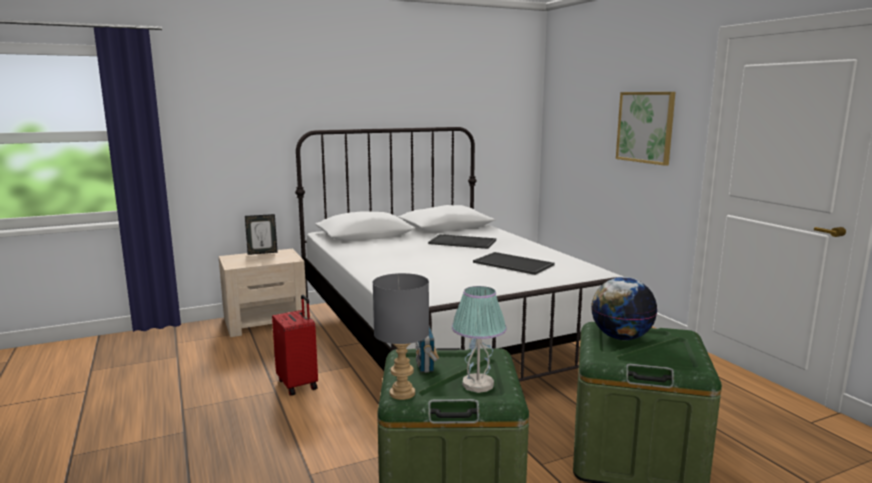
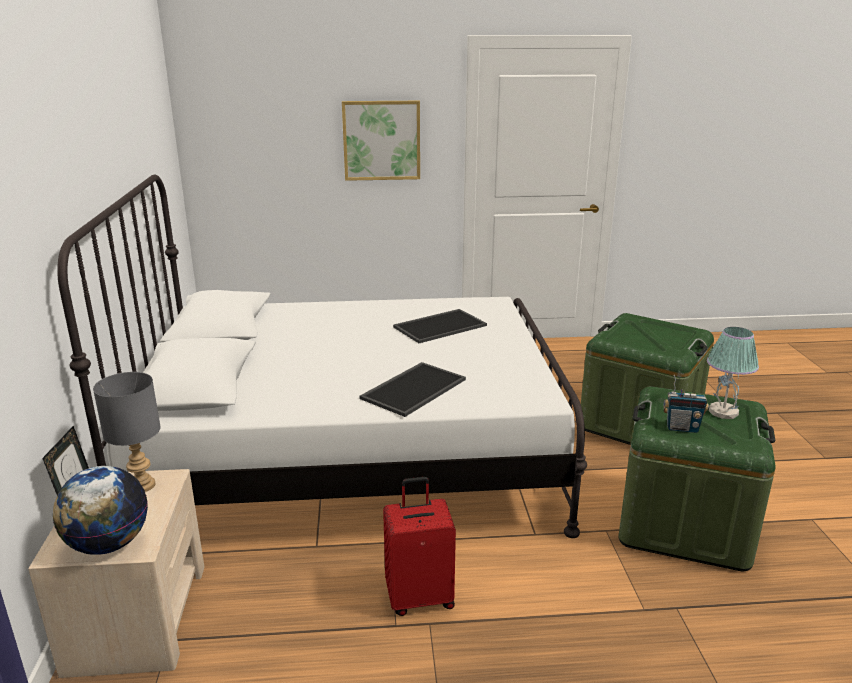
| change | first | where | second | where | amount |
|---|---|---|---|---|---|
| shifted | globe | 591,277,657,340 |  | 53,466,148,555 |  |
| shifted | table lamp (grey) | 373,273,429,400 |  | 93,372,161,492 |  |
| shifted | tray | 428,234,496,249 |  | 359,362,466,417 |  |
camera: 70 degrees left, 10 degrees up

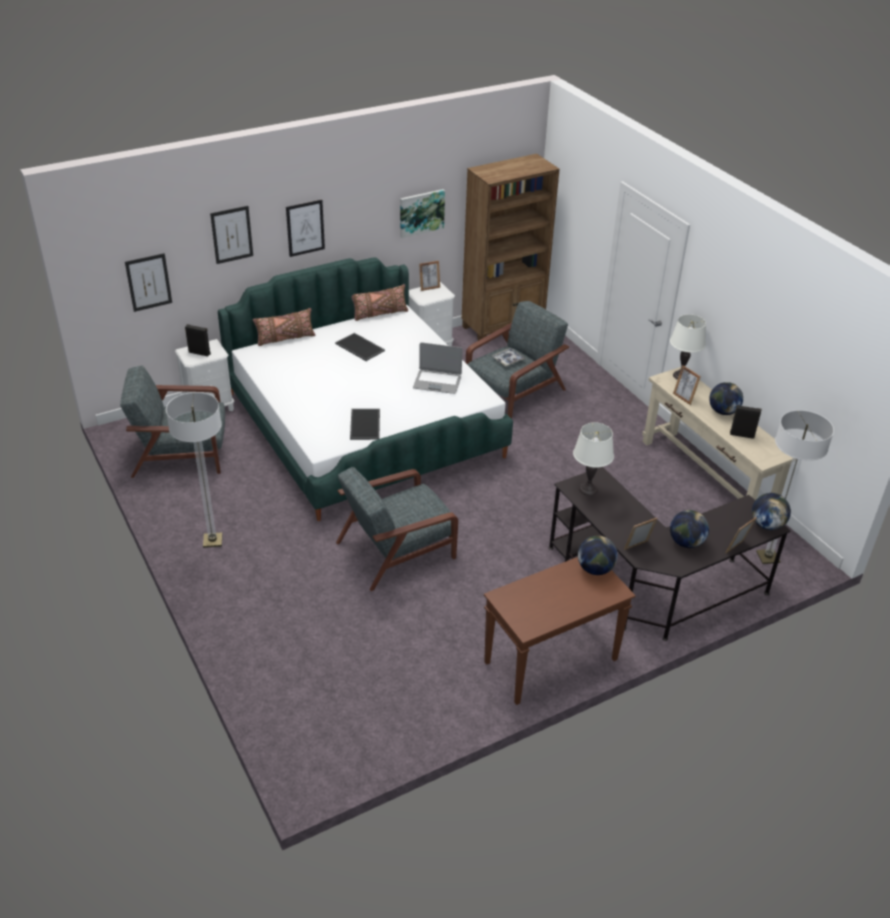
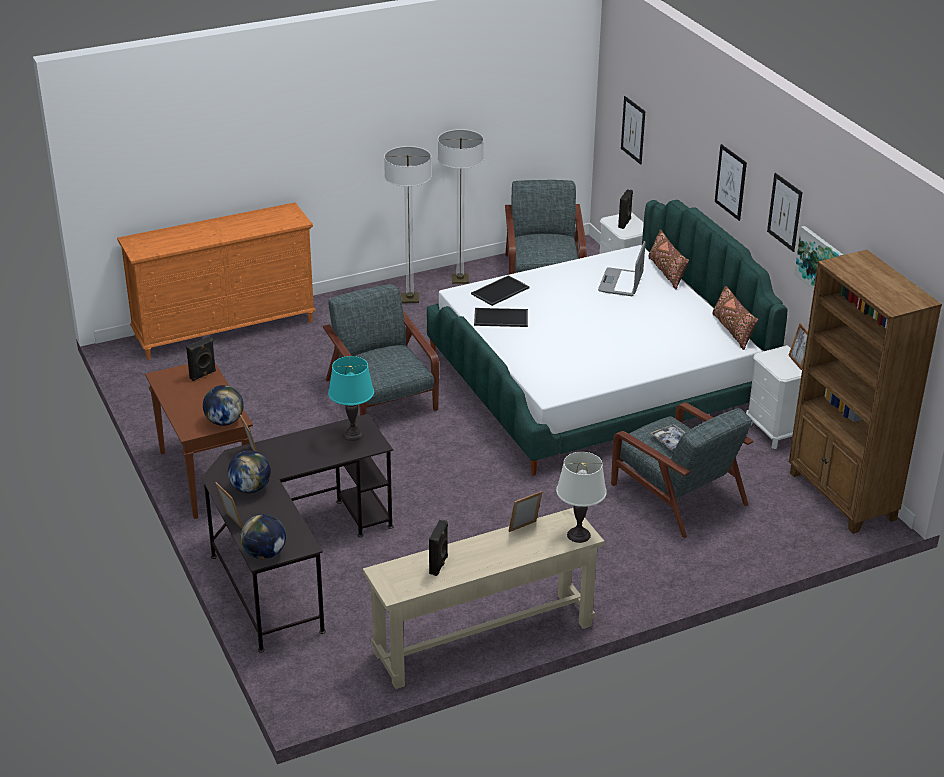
| change | first | where | second | where | amount |
|---|---|---|---|---|---|
| new |  |  | dresser (orange) | 117,202,316,360 |  |
| new |  |  | speaker (black) | 186,337,216,381 |  |
| repainted | table lamp (white) | 573,422,614,496 | table lamp (turquoise) | 328,356,374,441 |  |
| shifted | floor lamp | 756,410,834,564 |  | 438,129,484,284 |  |
| shifted | tray | 335,333,385,361 |  | 471,275,530,306 |  |
| shifted | laptop | 413,342,463,394 |  | 598,241,646,296 |  |
| shifted | picture | 210,206,253,264 |  | 767,173,802,252 |  |
| gone | globe | 709,382,743,415 |  |  |  |
camera: 95 degrees right, 5 degrees down

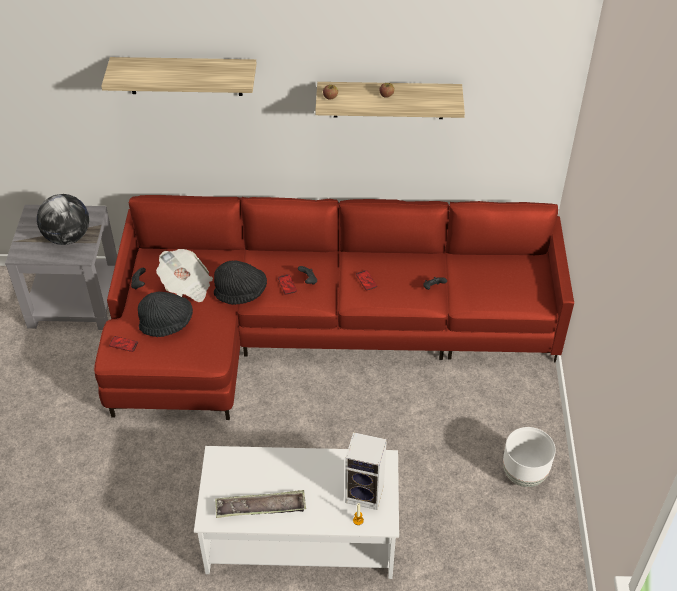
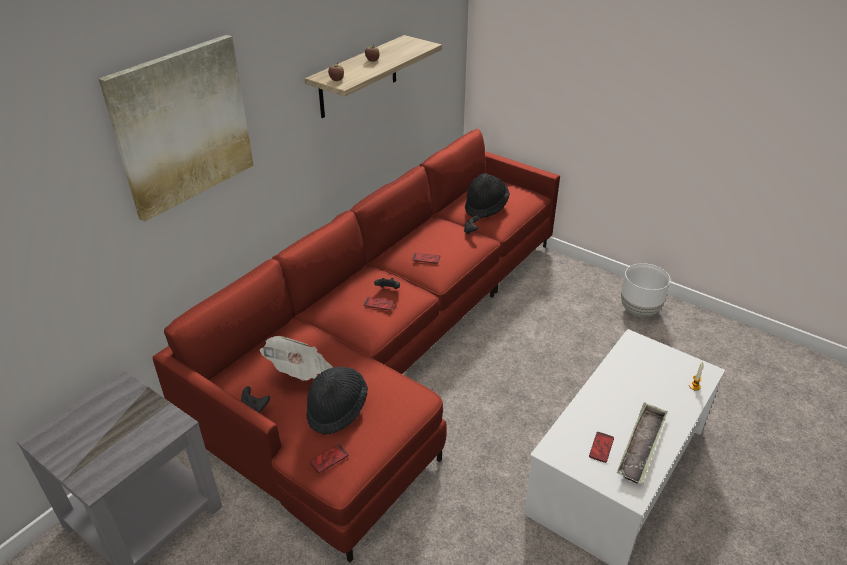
| change | first | where | second | where | amount |
|---|---|---|---|---|---|
| swapped | shelf | 101,57,257,96 | picture | 99,35,254,222 |  |
| shifted | hat (black) | 214,260,267,305 |  | 465,173,510,218 |  |
| new |  |  | phone | 589,432,614,463 |  |
| gone | globe | 37,194,89,245 |  |  |  |
| gone | speaker | 345,432,387,510 |  |  |  |
camera: 55 degrees left, 10 degrees down

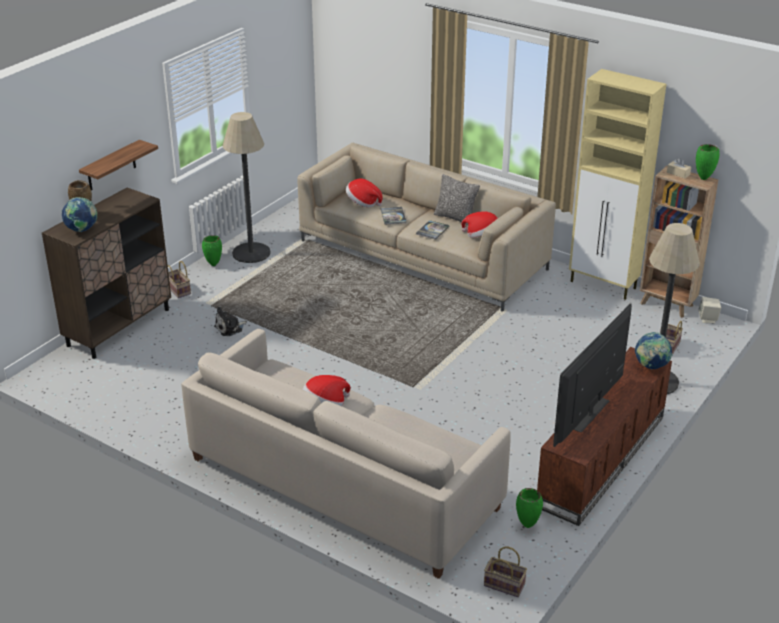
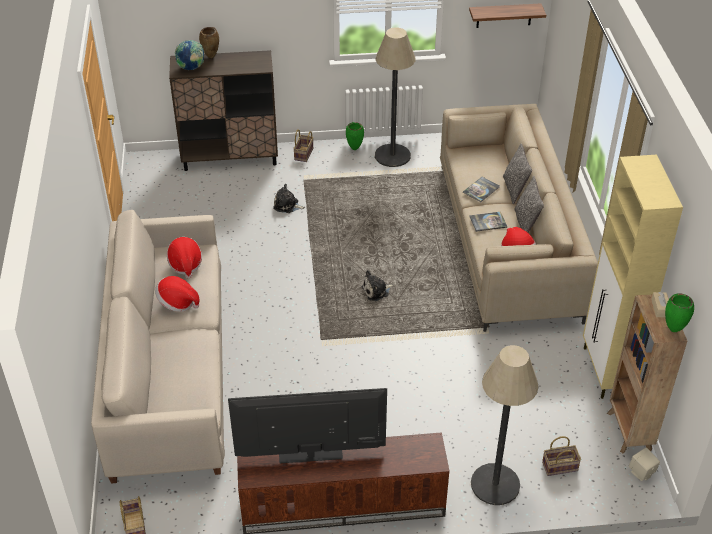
| change | first | where | second | where | amount |
|---|---|---|---|---|---|
| shifted | hat | 346,179,382,208 |  | 167,237,202,279 |  |
| new |  |  | plush toy | 362,270,393,301 |  |
| shifted | shelf | 79,140,158,191 |  | 469,3,546,28 |  |
| new |  |  | pillow | 503,143,532,204 |  |
| gone | vase (green) | 516,488,543,528 |  |  |  |
| gone | globe | 635,332,673,369 |  |  |  |
camera: 50 degrees right, 10 degrees up

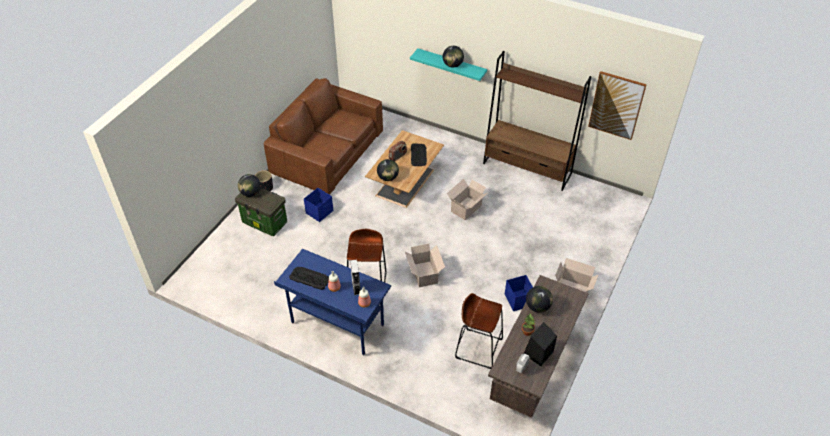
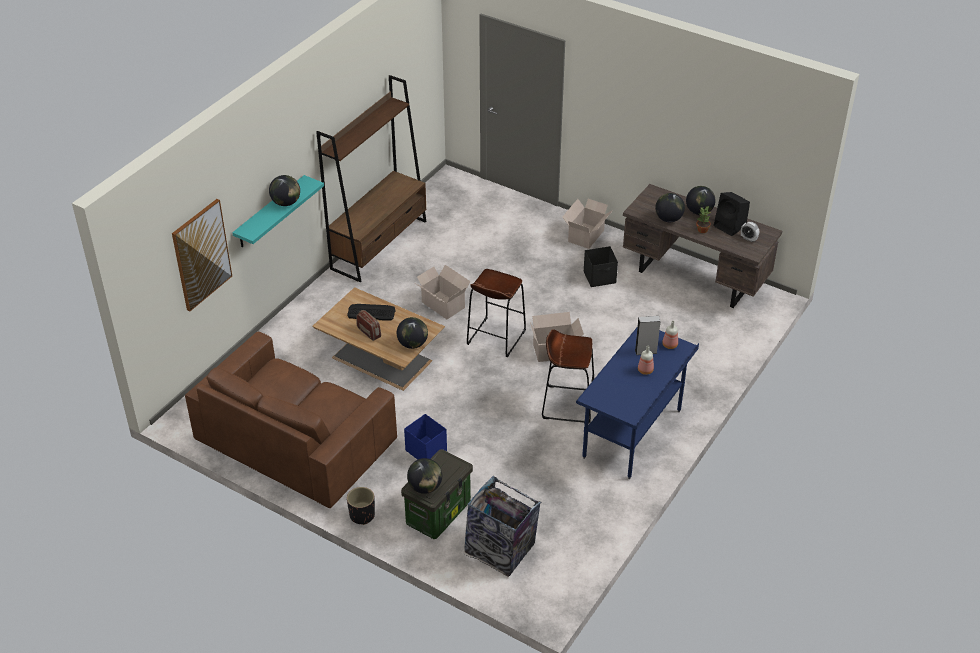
| change | first | where | second | where | amount |
|---|---|---|---|---|---|
| shifted | picture | 588,71,647,140 |  | 172,199,232,312 |  |
| new |  |  | trash can | 463,476,541,577 |  |
| shifted | stool (brown) | 455,293,503,369 |  | 467,269,526,357 |  |
| repainted | storage box (blue) | 505,275,533,311 | storage box (black) | 584,246,618,287 |  |
| new |  |  | globe | 686,186,715,215 |  |
| gone | keyboard | 289,267,329,290 |  |  |  |
camera: 85 degrees left, 5 degrees down

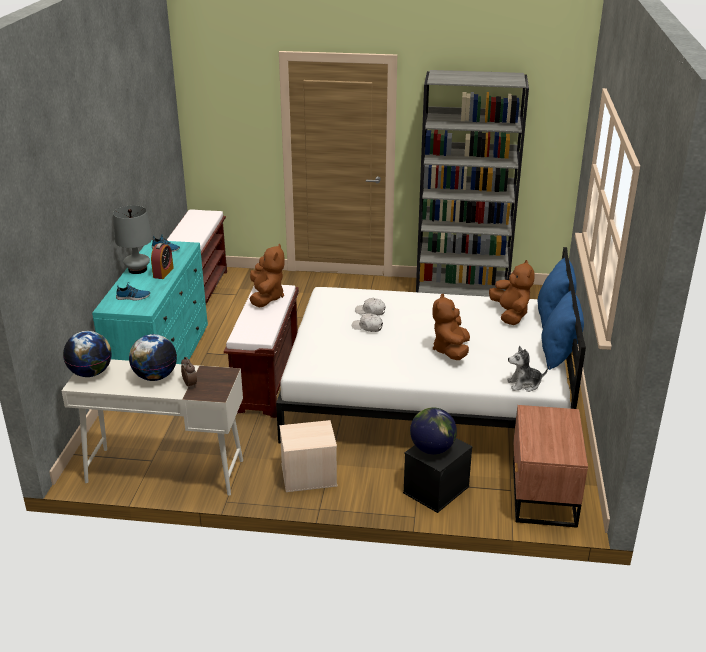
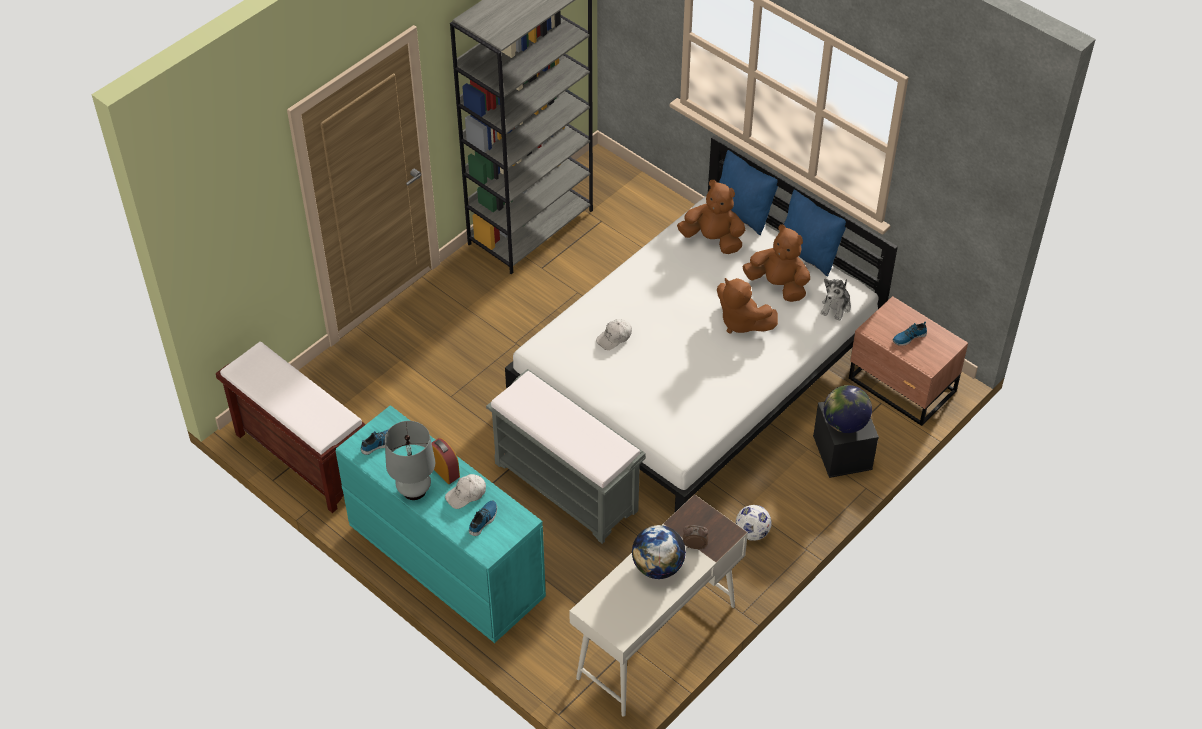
| change | first | where | second | where | amount |
|---|---|---|---|---|---|
| shifted | cap (white) | 352,313,383,332 |  | 445,474,486,509 |  |
| repainted | bench (brown) | 224,285,299,418 | bench (grey) | 486,369,646,544 |  |
| swapped | storage box (beige) | 280,420,337,492 | football | 736,505,772,541 |  |
| shifted | plush toy (brown) | 250,244,284,308 |  | 742,224,810,302 |  |
| new |  |  | shoe | 893,322,927,346 |  |
| gone | globe | 63,331,112,377 |  |  |  |
camera: 55 degrees left, 20 degrees up

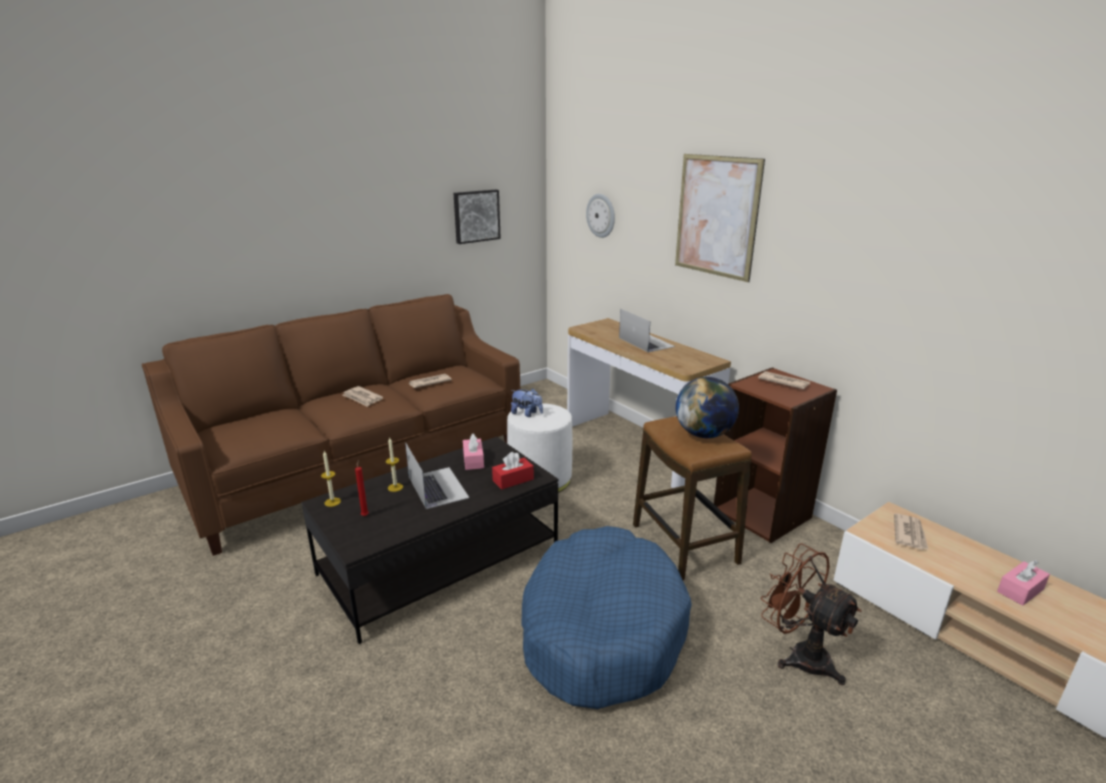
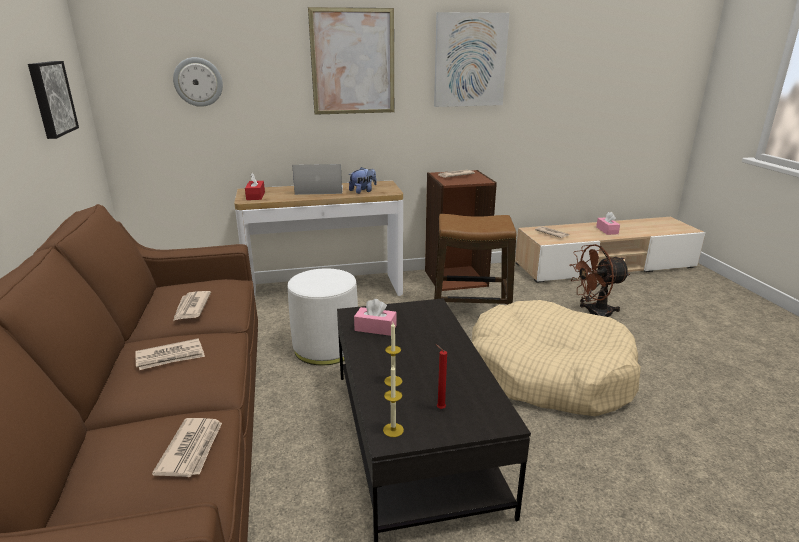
| change | first | where | second | where | amount |
|---|---|---|---|---|---|
| new |  |  | newspaper | 152,418,222,477 |  |
| shifted | tissue box (red) | 492,452,534,489 |  | 245,173,265,200 |  |
| shifted | plush toy | 511,388,543,417 |  | 349,167,377,194 |  |
| new |  |  | picture | 434,12,510,107 |  |
| repainted | dog bed (blue) | 521,526,692,709 | dog bed (beige) | 472,300,641,416 |  |
| gone | laptop | 405,442,469,509 |  |  |  |
| gone | globe | 675,377,739,438 |  |  |  |
camera: 65 degrees left, 0 degrees up

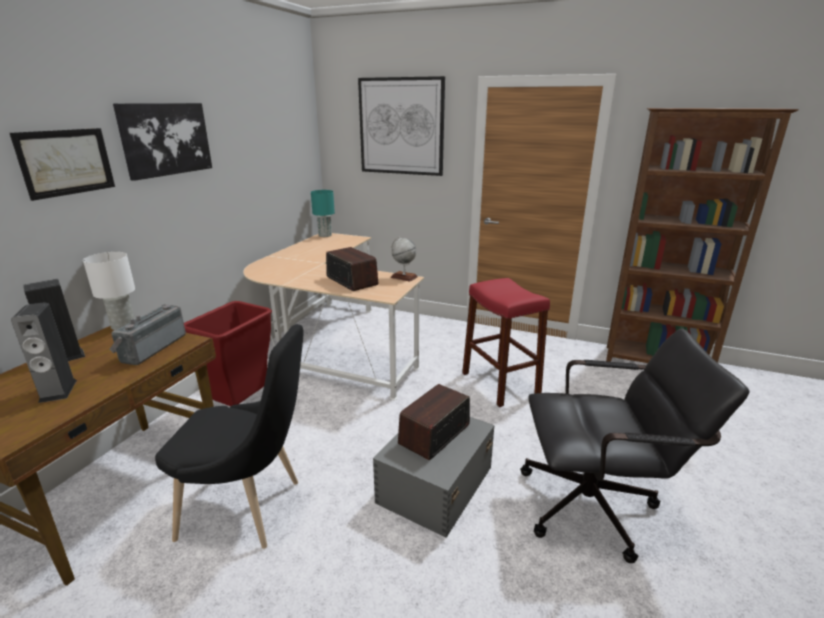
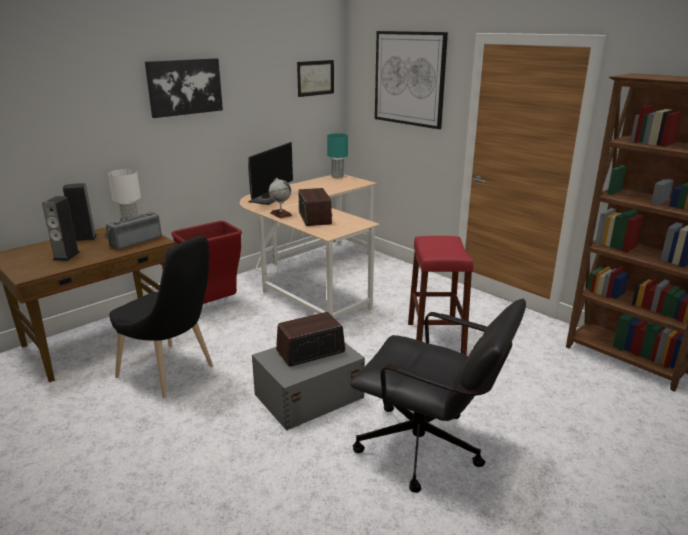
| change | first | where | second | where | amount |
|---|---|---|---|---|---|
| new |  |  | monitor | 248,142,293,205 |  |
| shifted | globe | 391,237,418,282 |  | 269,178,292,218 |  |
| shifted | picture | 10,128,115,201 |  | 297,60,334,97 |  |
camera: 25 degrees right, 0 degrees up

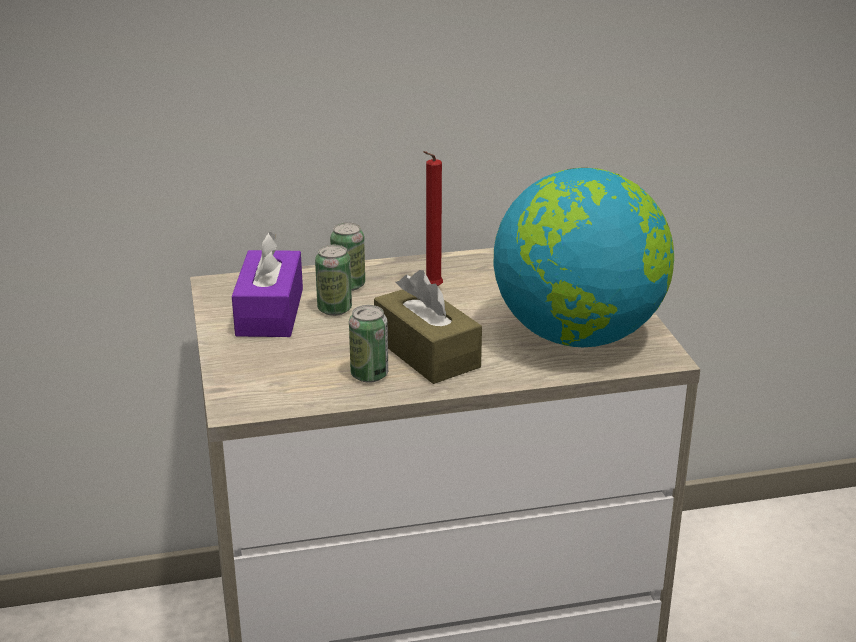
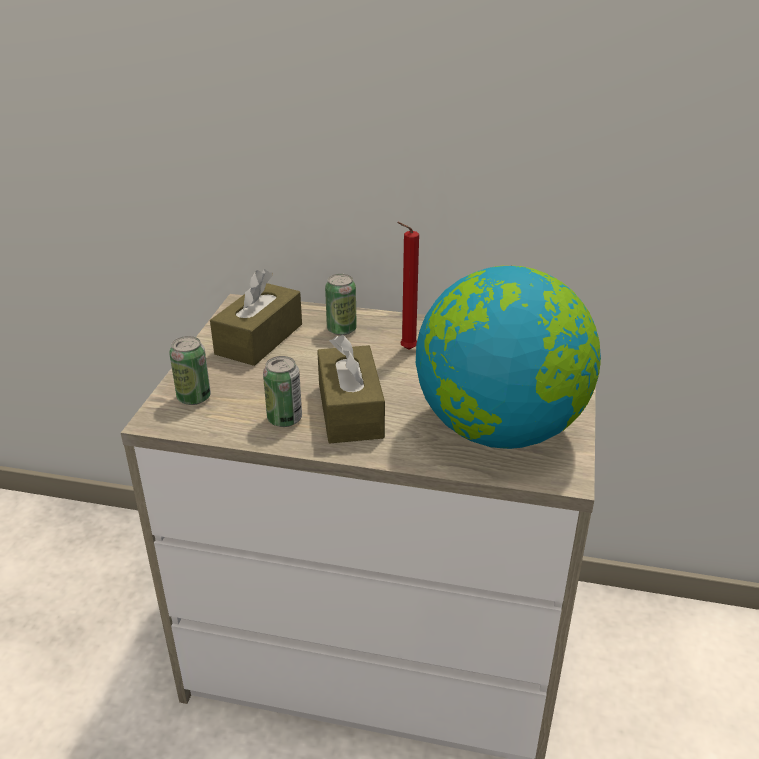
| change | first | where | second | where | amount |
|---|---|---|---|---|---|
| shifted | can | 315,245,352,316 |  | 169,336,211,405 |  |
| repainted | tissue box (purple) | 232,231,303,337 | tissue box (brown) | 210,269,302,366 |  |
camera: 25 degrees right, 5 degrees up

